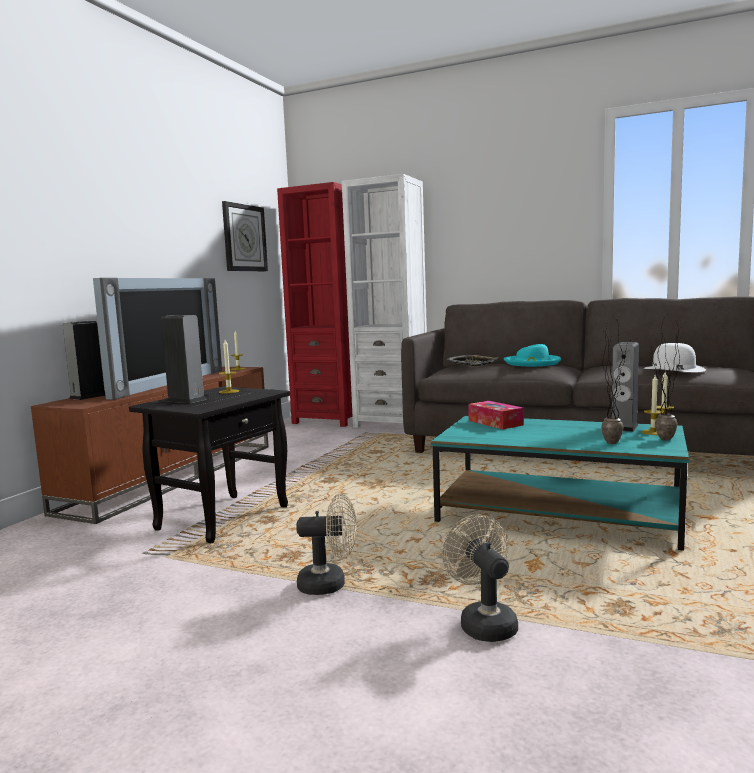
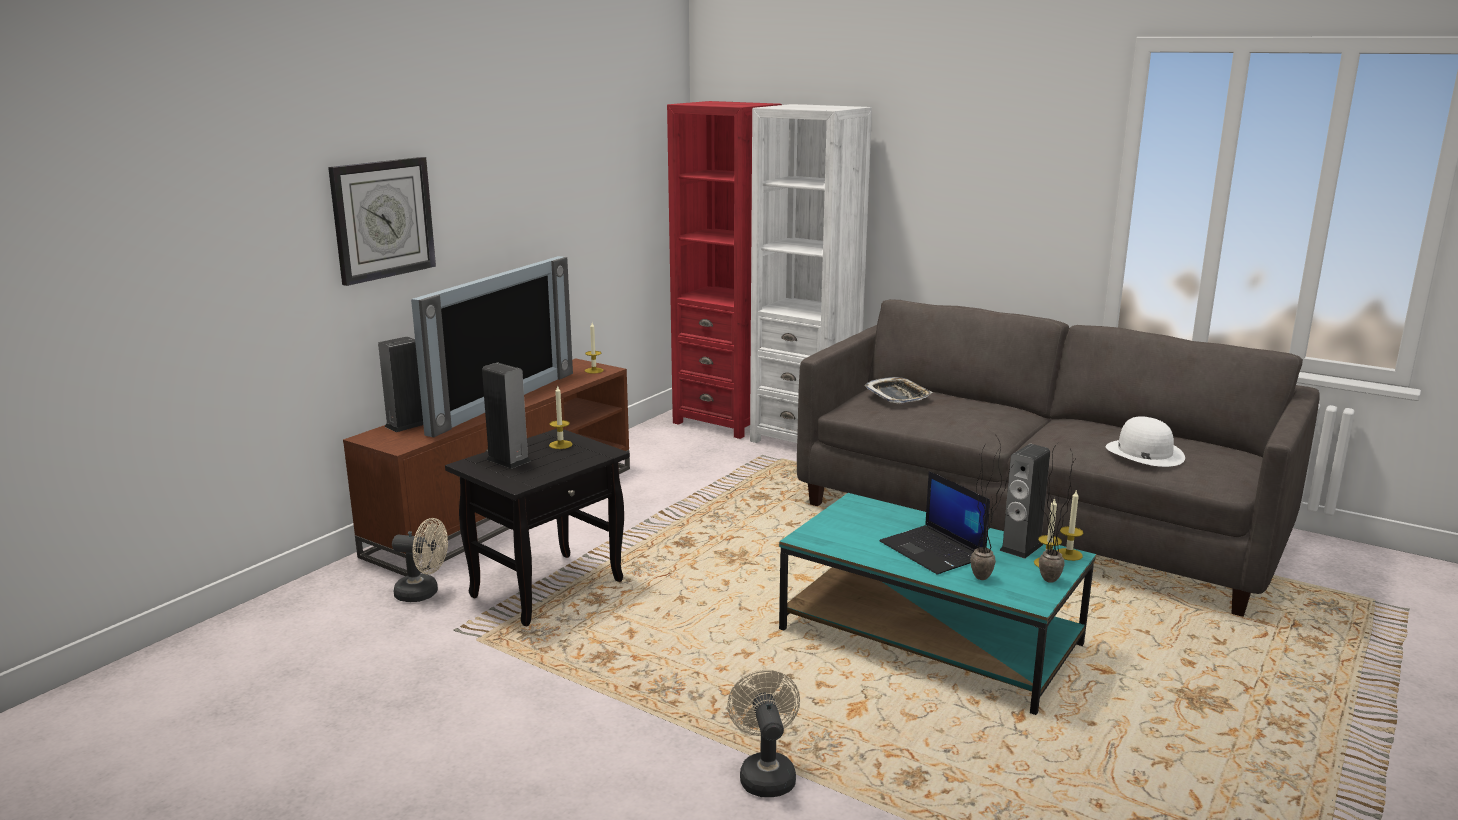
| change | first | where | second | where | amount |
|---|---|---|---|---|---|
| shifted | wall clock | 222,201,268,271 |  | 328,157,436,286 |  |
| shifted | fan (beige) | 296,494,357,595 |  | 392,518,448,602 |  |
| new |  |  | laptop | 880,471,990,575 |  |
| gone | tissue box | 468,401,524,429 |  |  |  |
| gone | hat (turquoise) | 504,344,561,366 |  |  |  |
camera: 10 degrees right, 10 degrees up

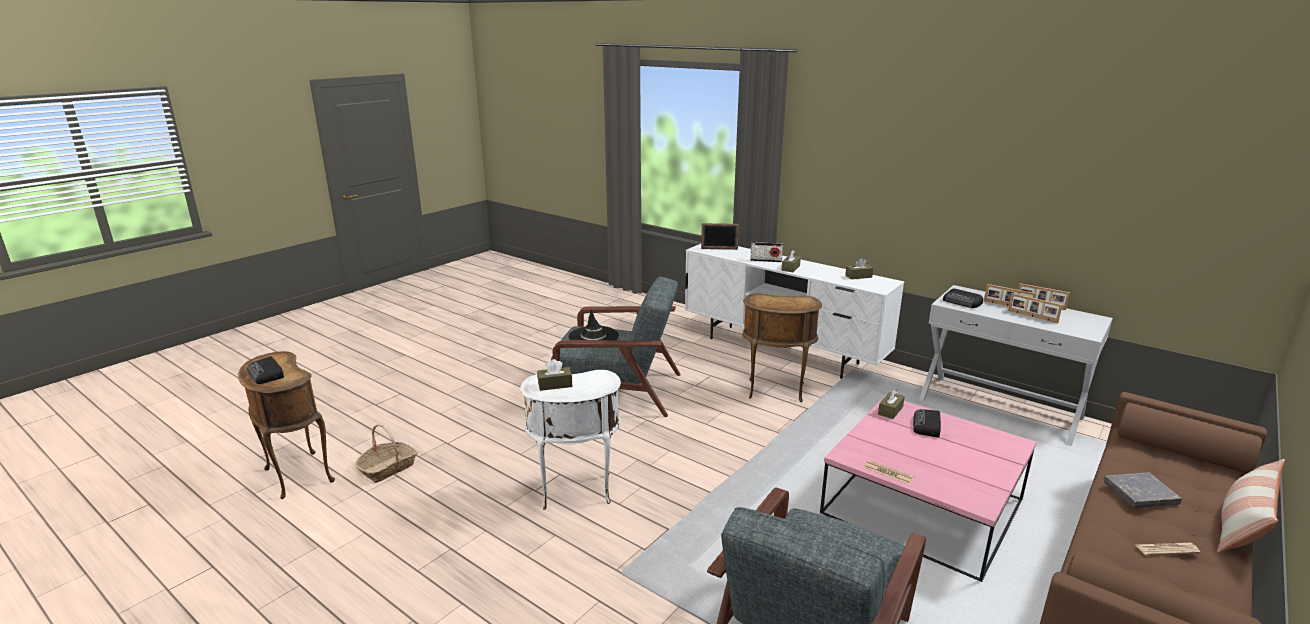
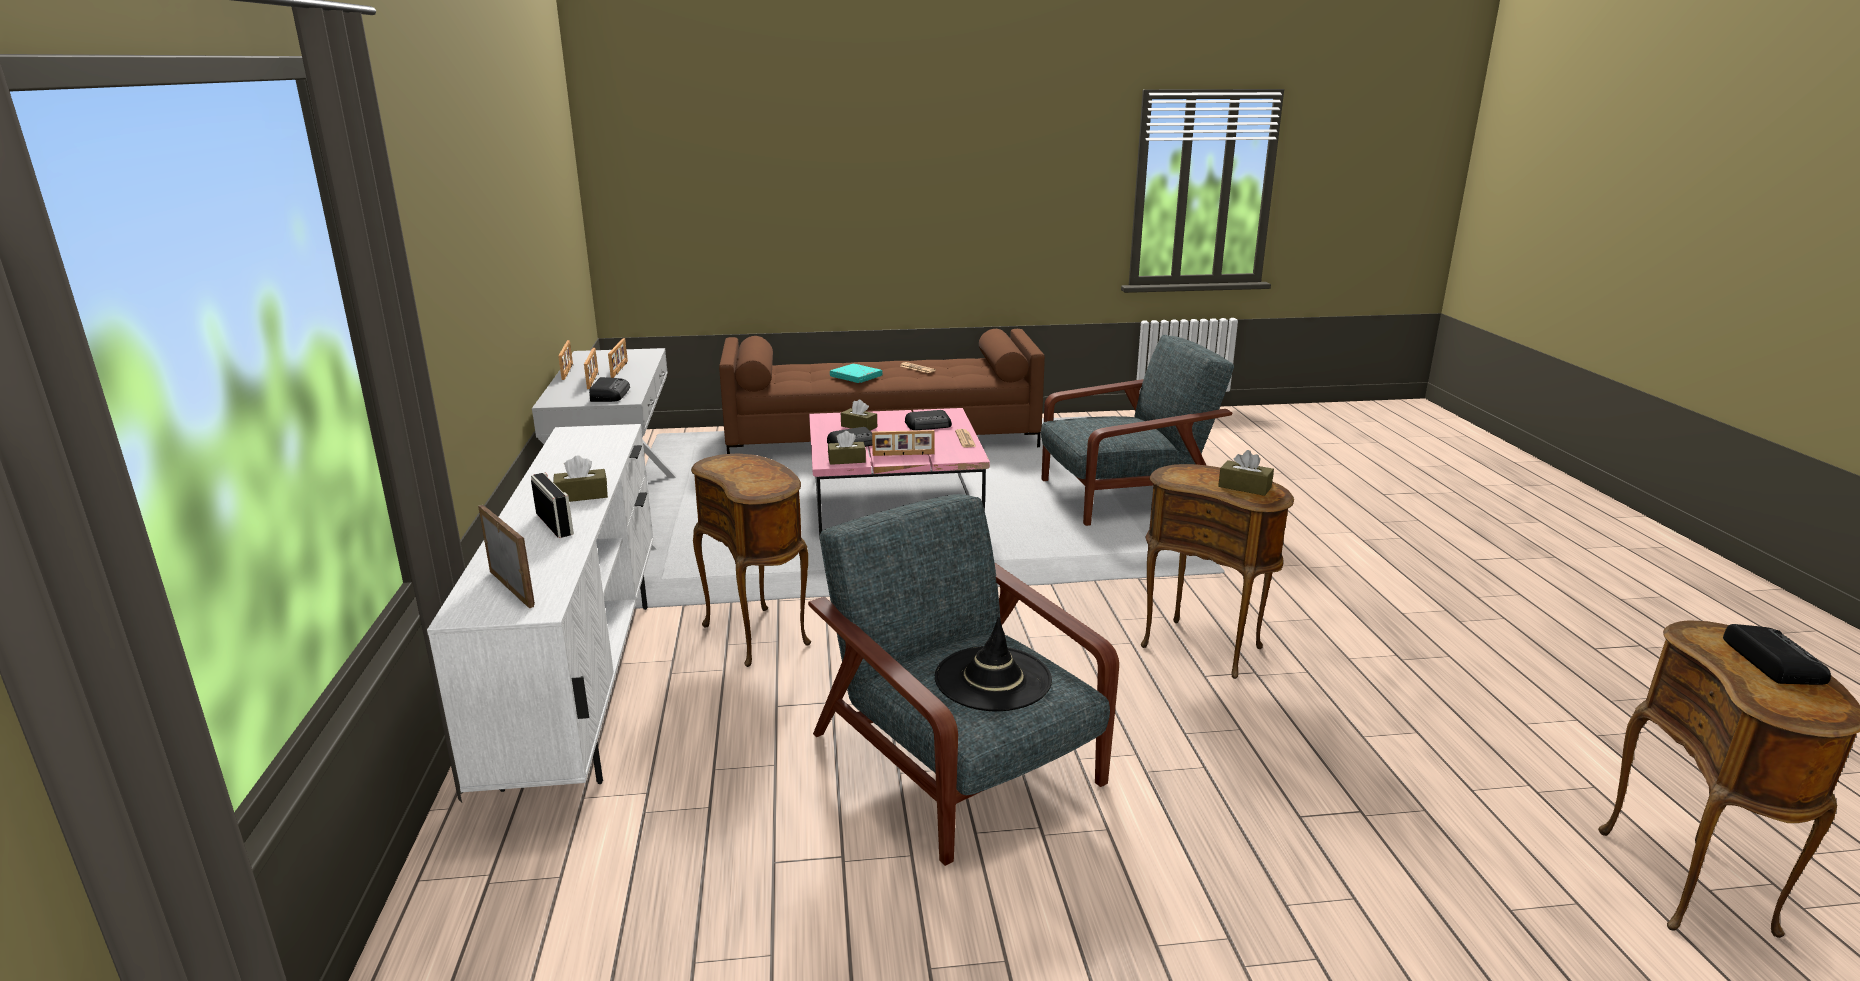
| change | first | where | second | where | amount |
|---|---|---|---|---|---|
| repainted | book (grey) | 1103,473,1182,508 | book (turquoise) | 830,363,883,383 |  |
| shifted | tissue box (brown) | 845,258,873,279 |  | 841,400,877,431 |  |
| new |  |  | picture frame | 872,430,934,456 |  |
| new |  |  | radio | 905,410,952,430 |  |
| repainted | side table (white) | 520,370,621,510 | side table (brown) | 1141,464,1294,679 |  |
| gone | basket | 355,424,418,483 |  |  |  |
| gone | pillow | 1217,459,1285,553 |  |  |  |
camera: 135 degrees left, 0 degrees up

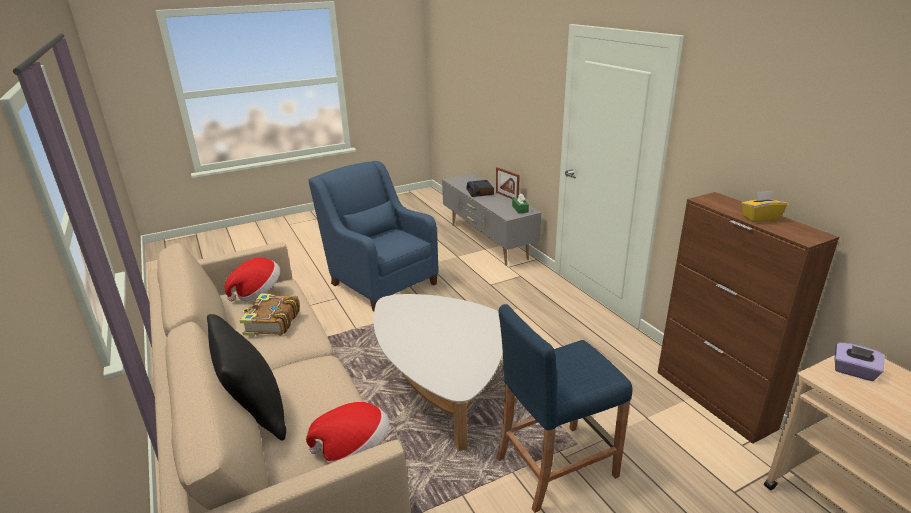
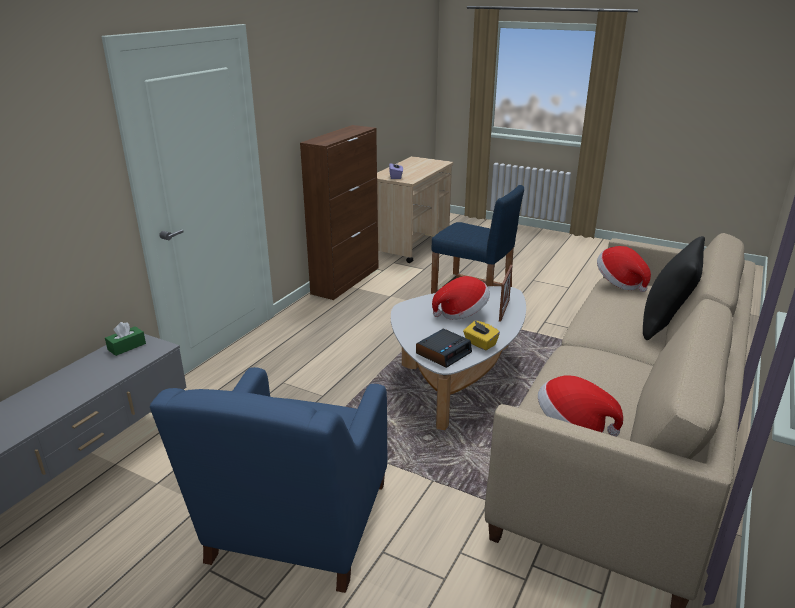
| change | first | where | second | where | amount |
|---|---|---|---|---|---|
| shifted | alarm clock | 466,180,494,197 |  | 416,329,472,368 |  |
| new |  |  | hat | 432,276,490,320 |  |
| shifted | tissue box (yellow) | 741,190,787,222 |  | 463,321,500,350 |  |
| shifted | picture frame | 496,167,520,199 |  | 499,265,513,322 |  |
| gone | book | 240,293,300,336 |  |  |  |
camera: 125 degrees left, 0 degrees up

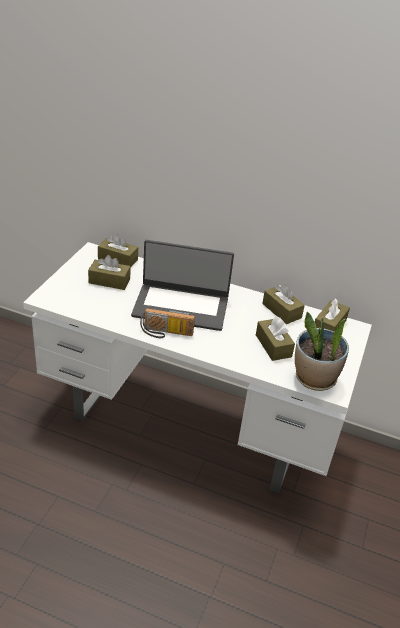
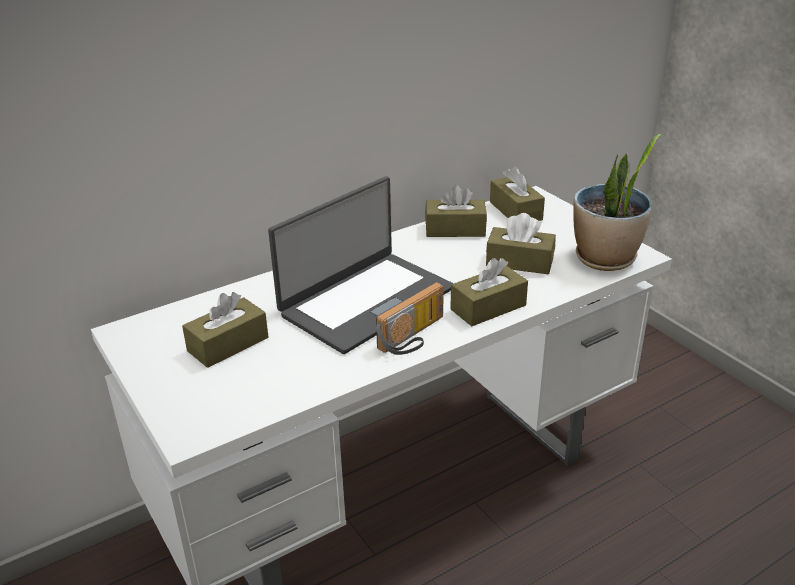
| change | first | where | second | where | amount |
|---|---|---|---|---|---|
| shifted | tissue box (brown) | 98,234,138,267 |  | 450,258,528,326 |  |
camera: 50 degrees left, 5 degrees down

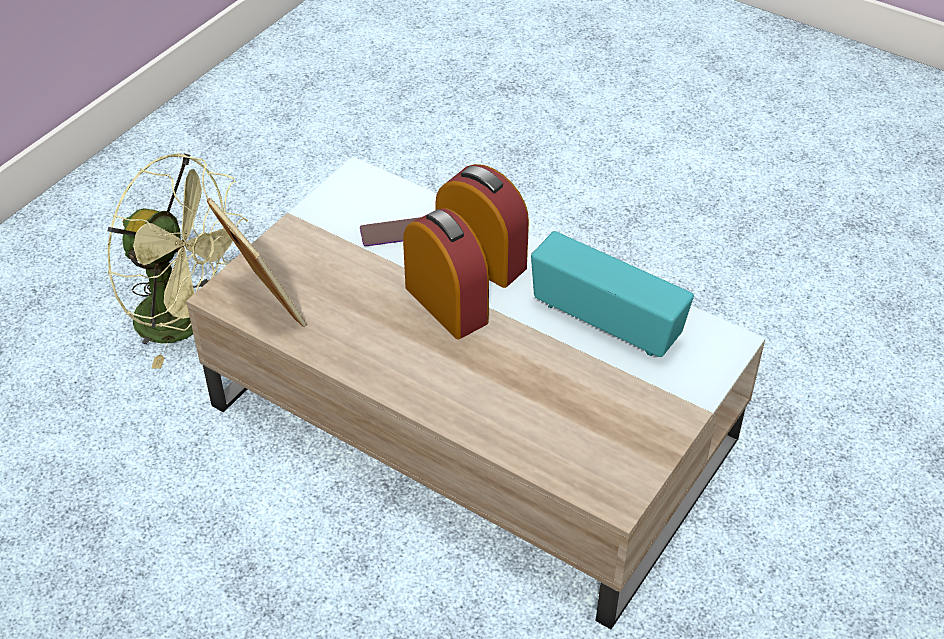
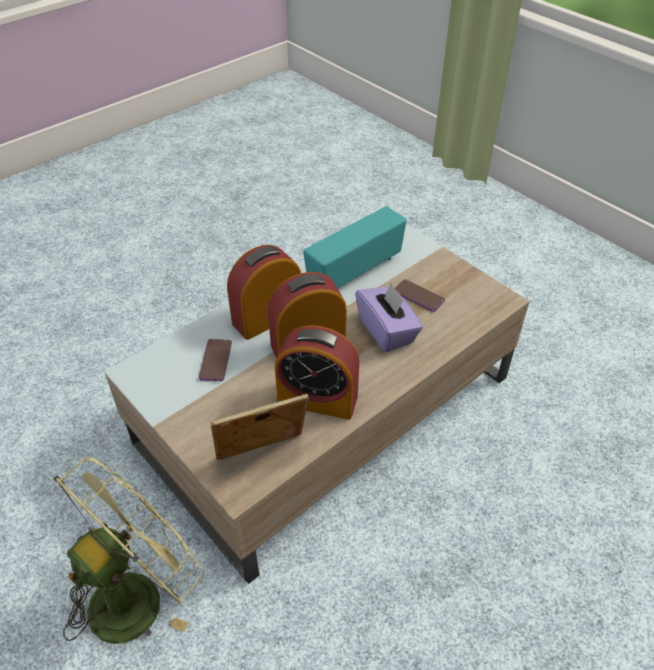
| change | first | where | second | where | amount |
|---|---|---|---|---|---|
| new |  |  | alarm clock | 275,325,359,420 |  |
| new |  |  | tissue box (purple) | 355,283,423,352 |  |
| new |  |  | phone | 395,279,445,312 |  |
camera: 75 degrees left, 0 degrees up

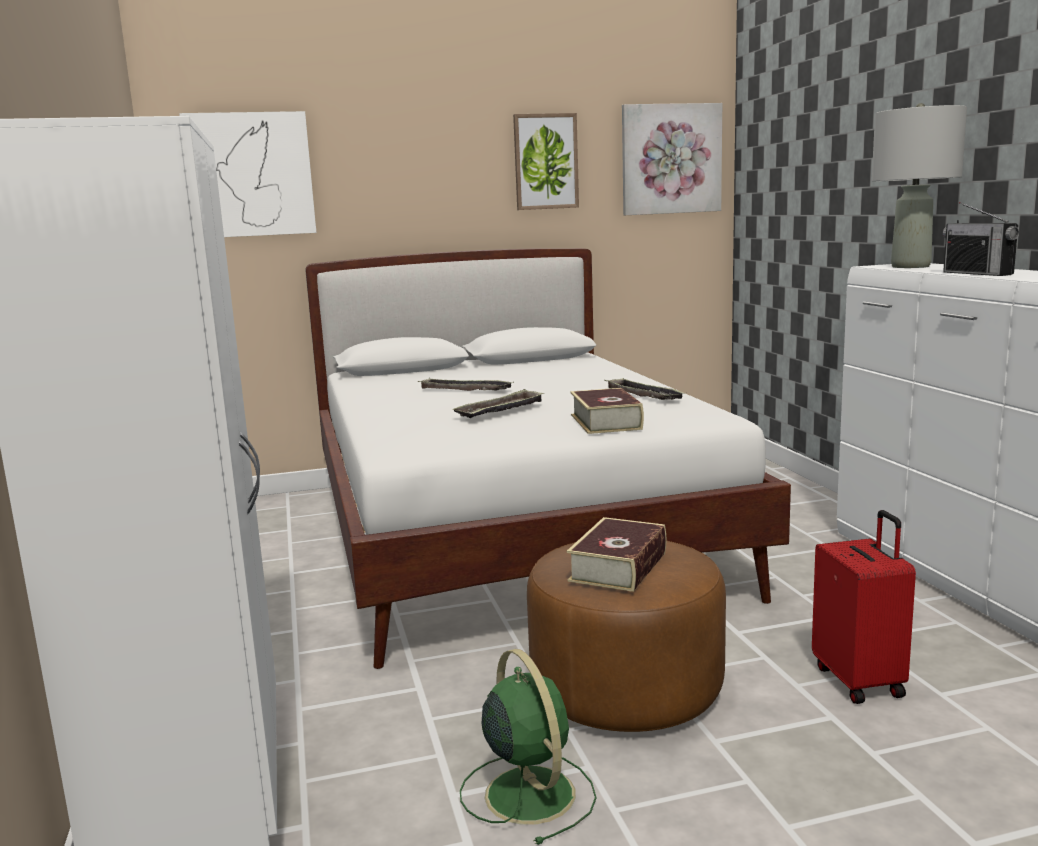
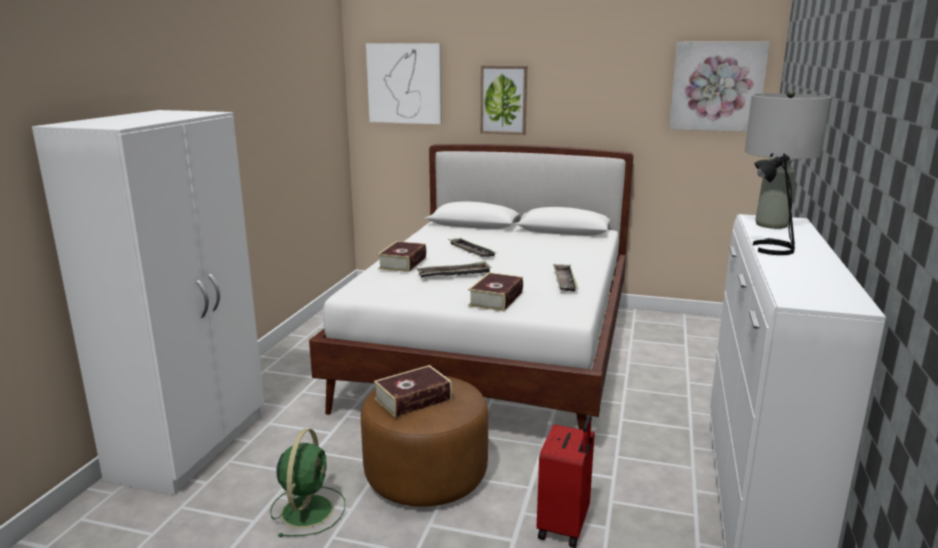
| change | first | where | second | where | amount |
|---|---|---|---|---|---|
| new |  |  | book | 377,241,426,272 |  |
| shifted | picture | 513,113,579,210 |  | 480,66,527,135 |  |
| swapped | radio | 943,202,1019,276 | table lamp (black) | 753,153,795,255 |  |
camera: 30 degrees right, 5 degrees up

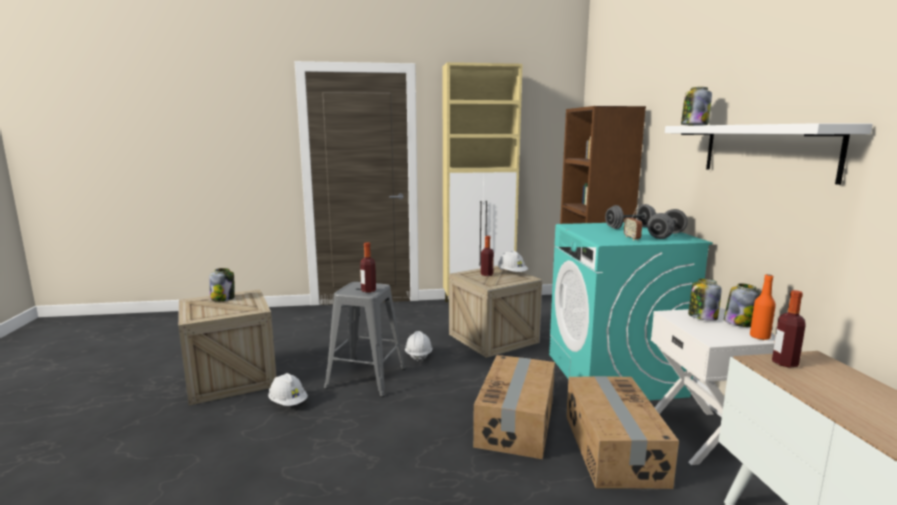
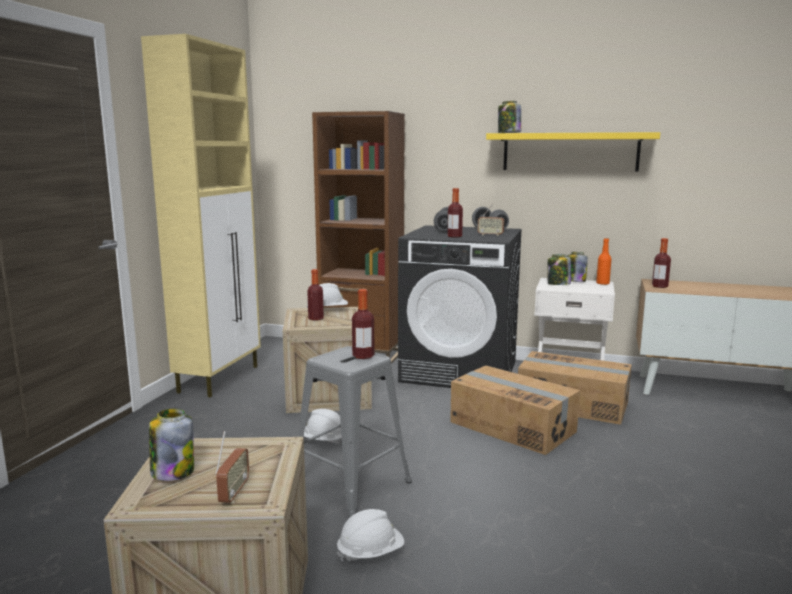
| change | first | where | second | where | amount |
|---|---|---|---|---|---|
| new |  |  | radio | 215,431,249,503 |  |
| repainted | washing machine (turquoise) | 549,222,713,400 | washing machine (black) | 398,225,522,388 |  |
| new |  |  | bottle | 447,188,463,237 |  |
| repainted | shelf (white) | 665,123,873,185 | shelf (yellow) | 486,132,660,172 |  |
camera: 65 degrees left, 0 degrees up

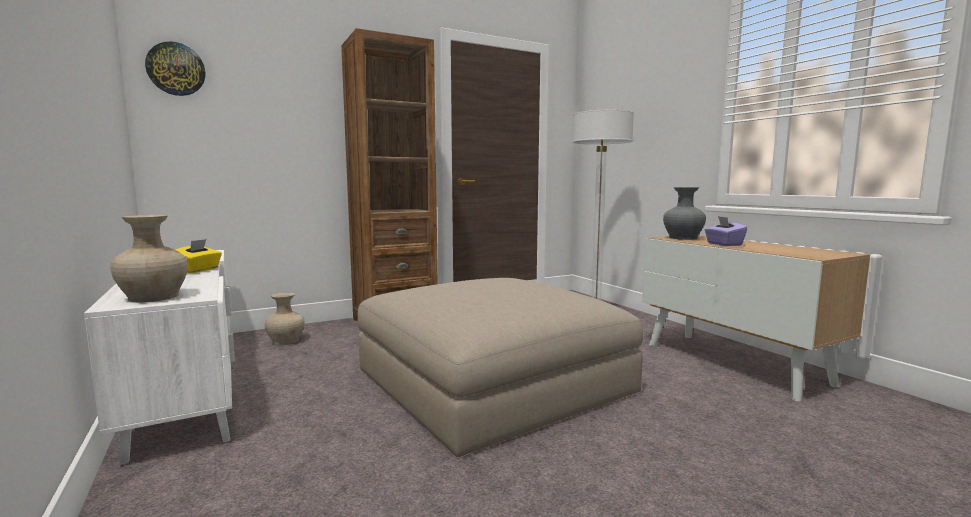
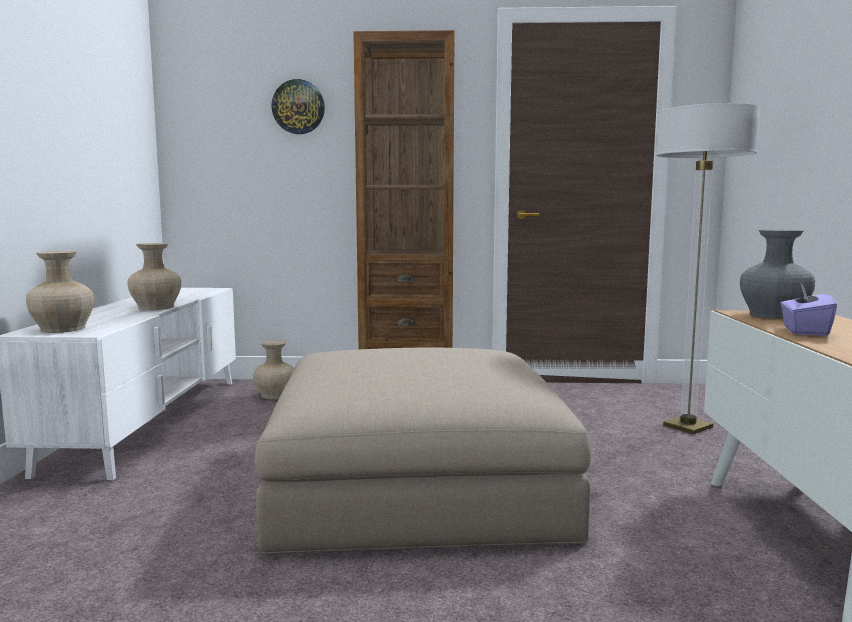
| change | first | where | second | where | amount |
|---|---|---|---|---|---|
| swapped | tissue box (yellow) | 175,239,222,273 | vase (beige) | 127,243,181,310 |  |
| shifted | wall clock | 145,41,206,96 |  | 271,79,325,134 |  |
camera: 30 degrees right, 0 degrees up

